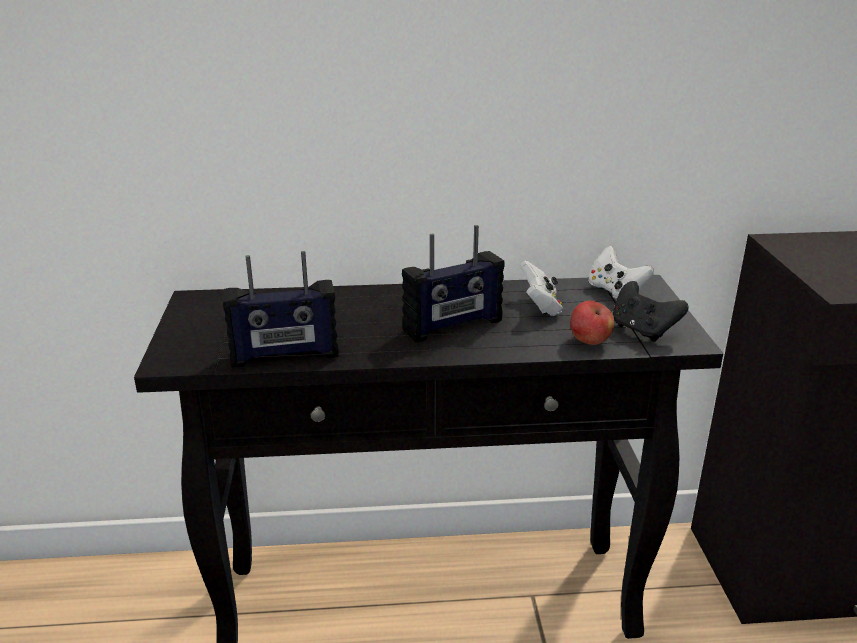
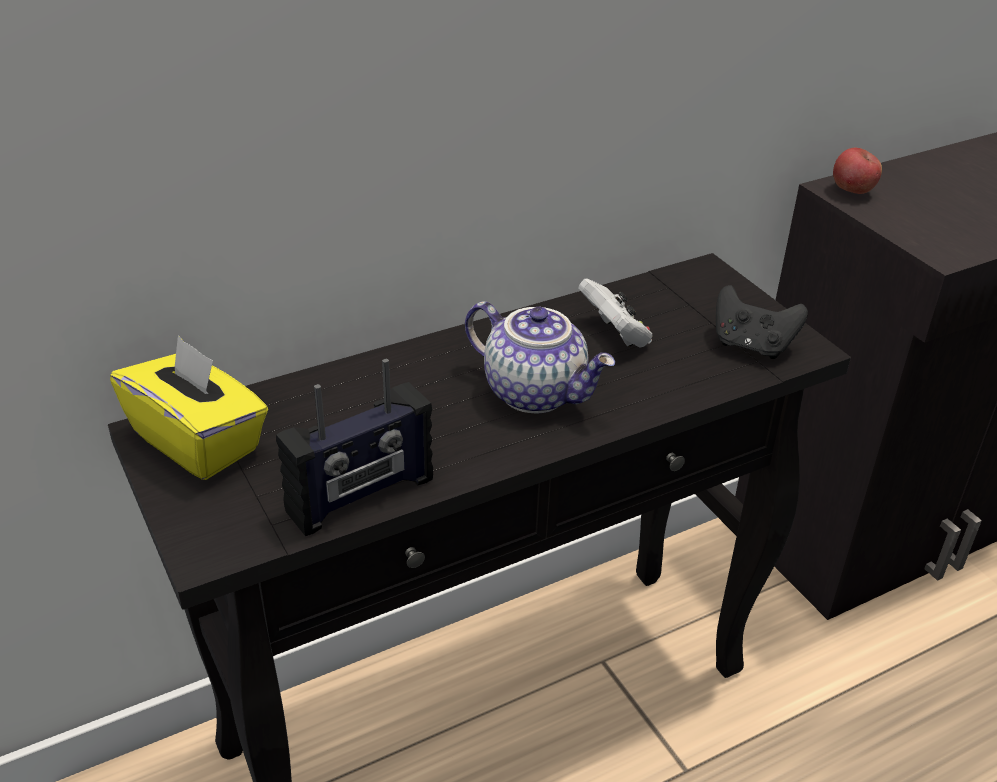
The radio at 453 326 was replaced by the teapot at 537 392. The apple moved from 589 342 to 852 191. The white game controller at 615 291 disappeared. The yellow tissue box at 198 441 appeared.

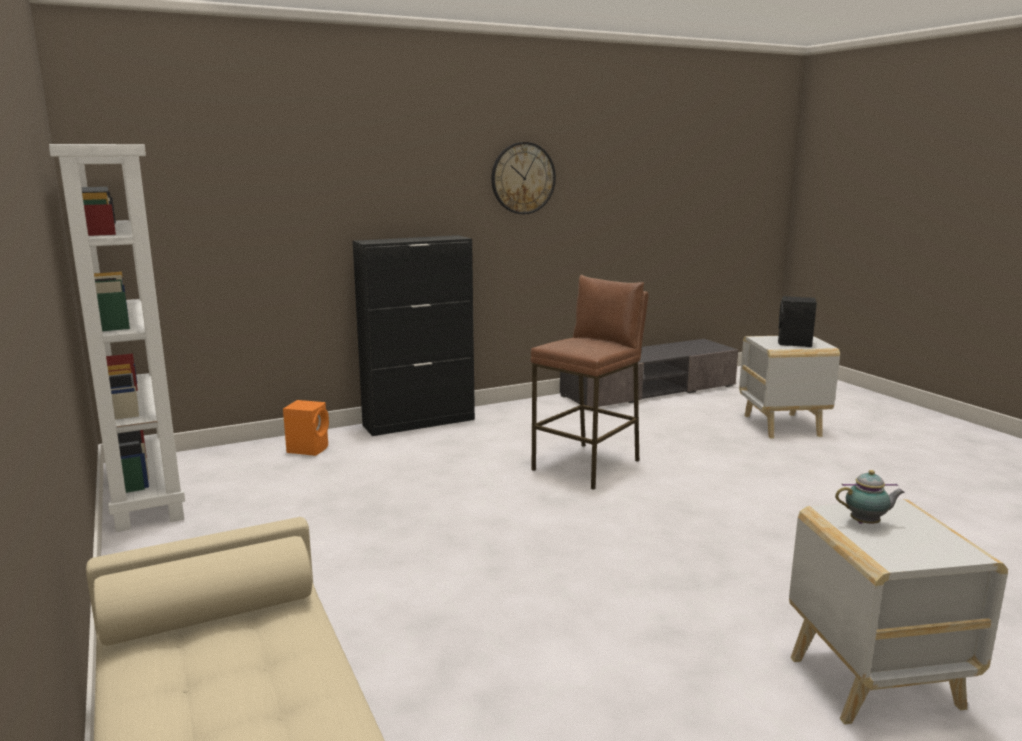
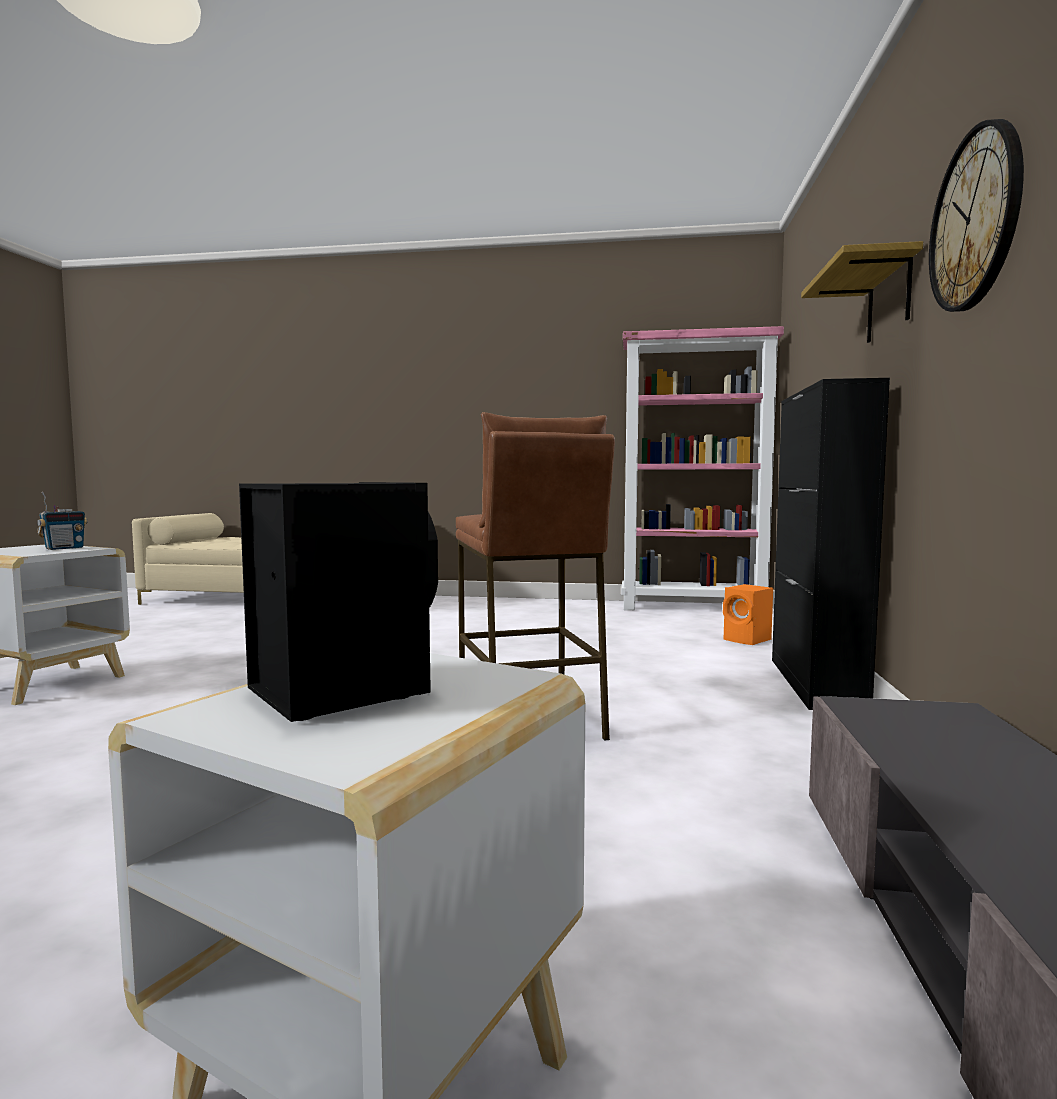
The white bookcase at 145 490 became the pink bookcase at 693 607. The teapot at 867 523 was replaced by the radio at 64 548. The shelf at 889 300 appeared.

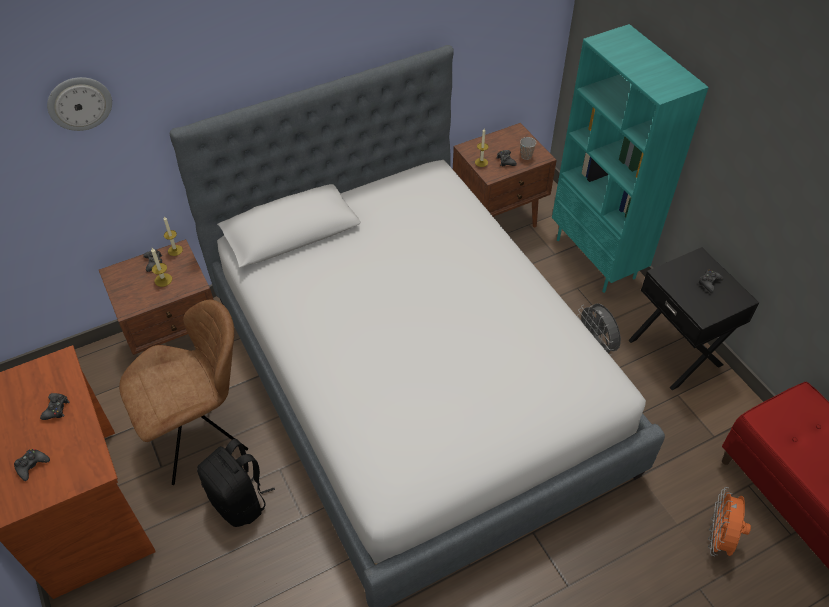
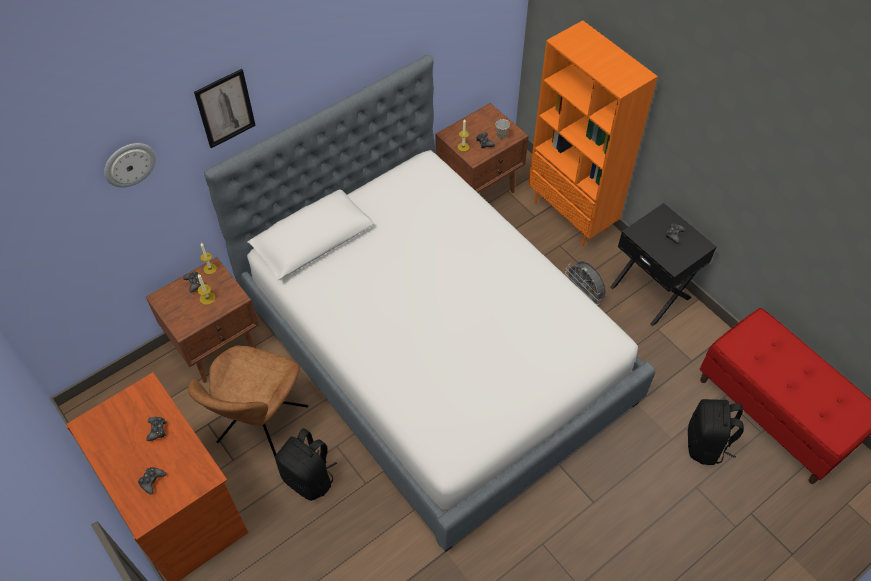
The brown chair at 201 435 turned 150 degrees clockwise. The turquoise bookcase at 596 258 became the orange bookcase at 571 215. The orange fan at 719 538 was replaced by the black backpack at 706 444. The picture at 225 108 appeared.

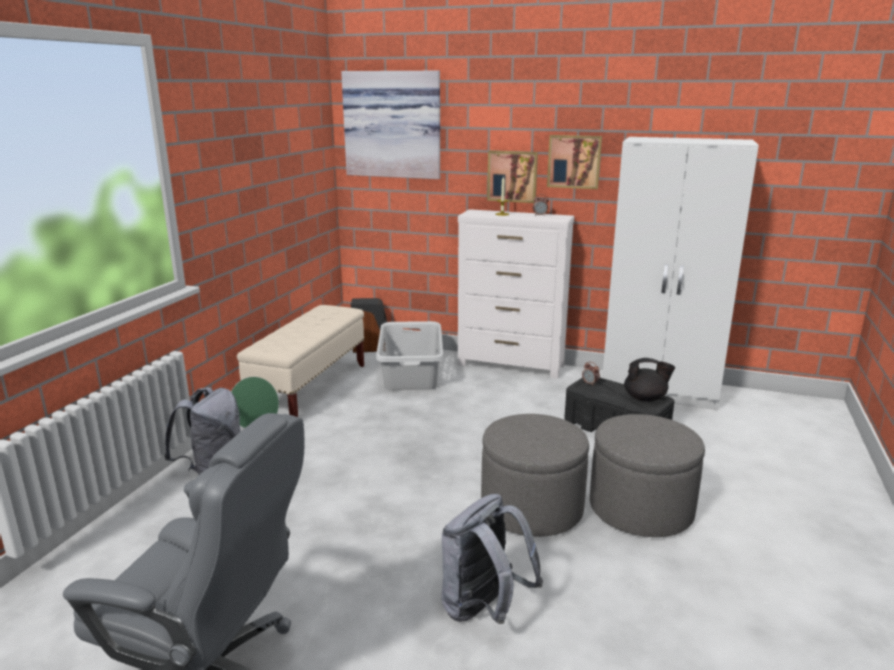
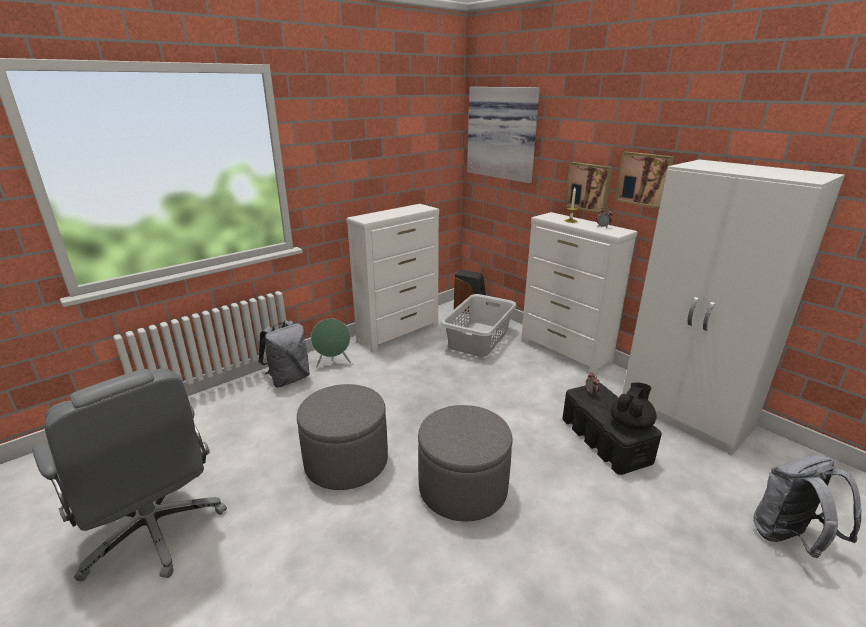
The beige bench at 310 389 was replaced by the white dresser at 399 333. The grey backpack moved from 483 609 to 789 538. The grey ottoman moved from 640 509 to 346 461. The black teapot at 645 398 turned 90 degrees counterclockwise.

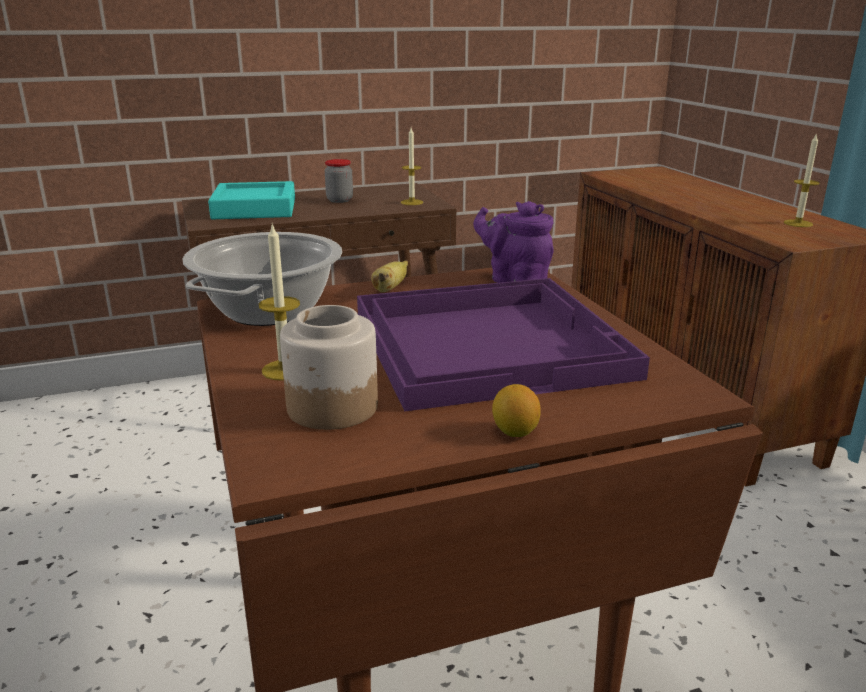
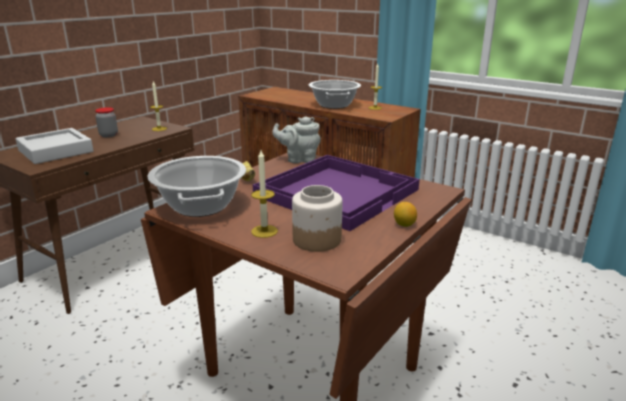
The turquoise tray at 254 209 became the grey tray at 56 151. The purple teapot at 514 279 became the grey teapot at 299 159. The cooking pot at 334 105 appeared.

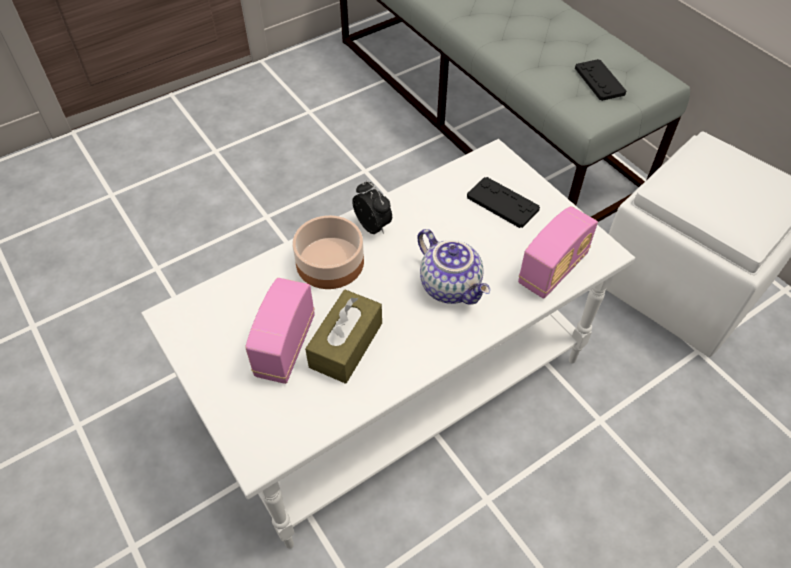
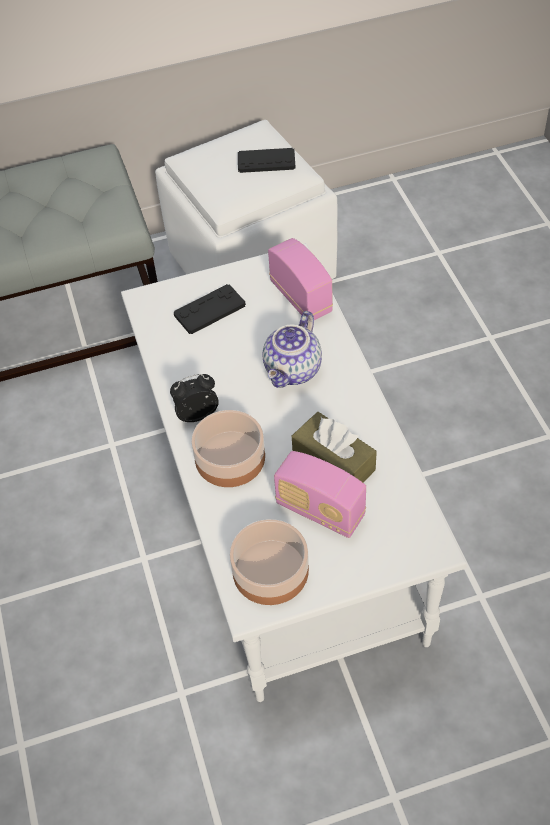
The teapot at 451 286 turned 135 degrees clockwise. The black game controller moved from 599 81 to 266 161. The bowl at 270 572 appeared.

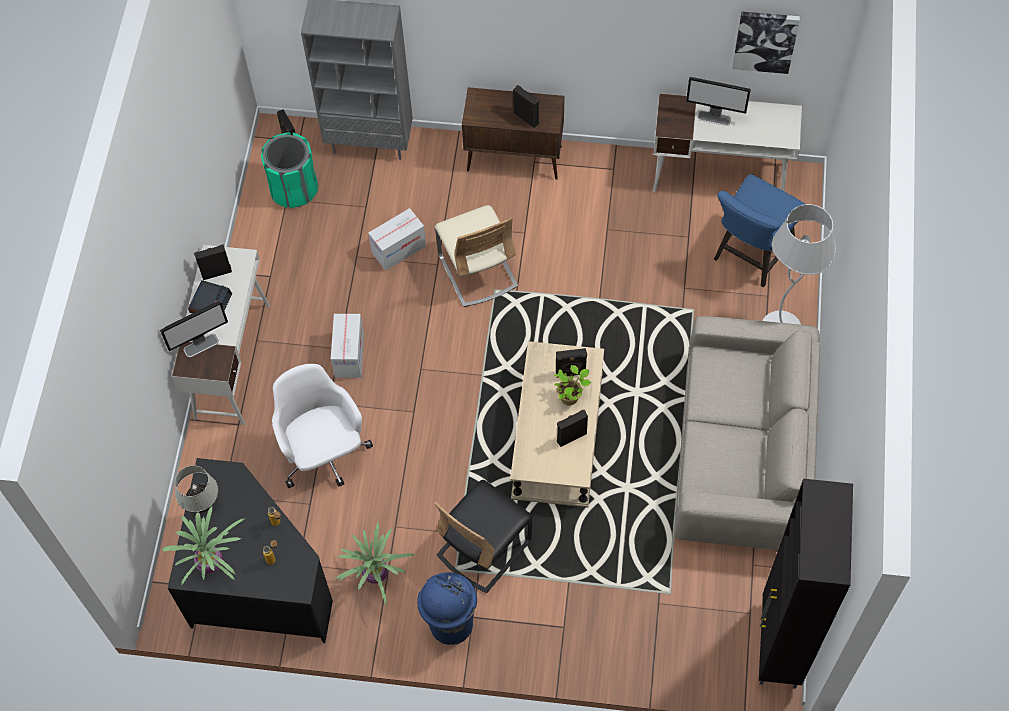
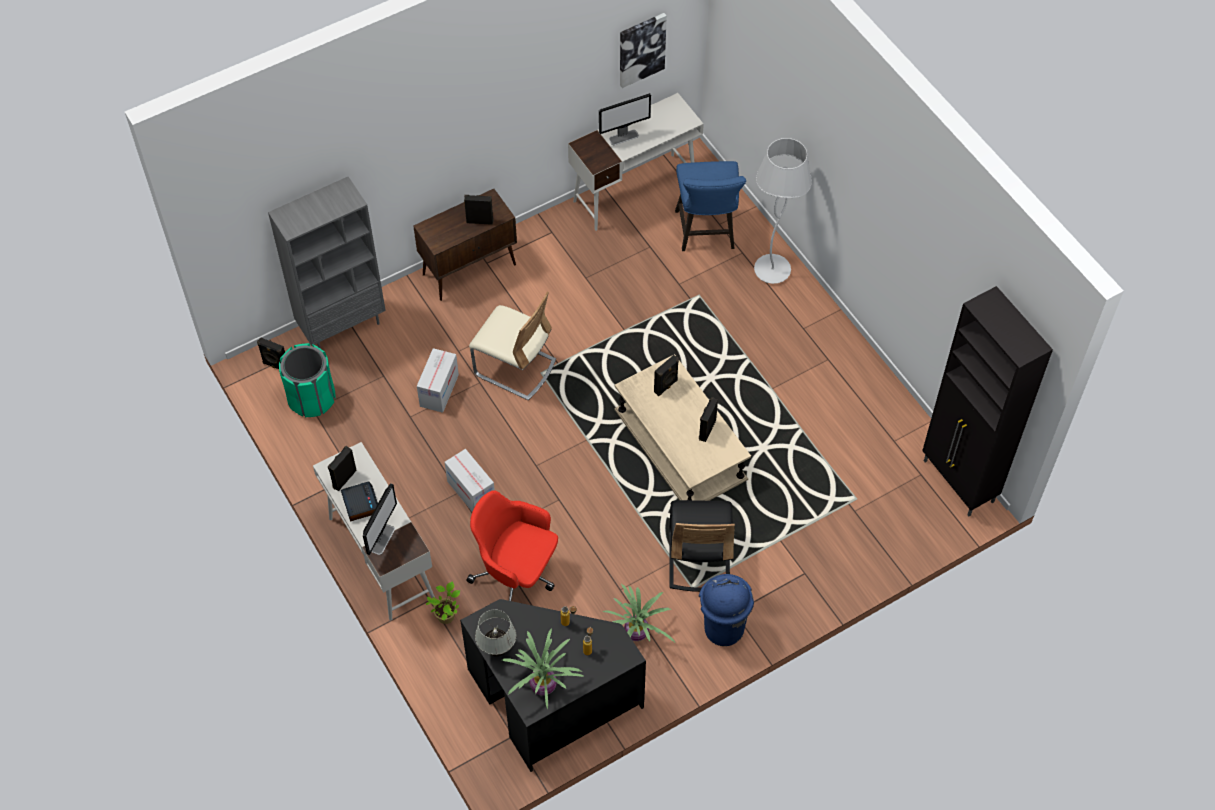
The white office chair at 324 452 became the red office chair at 517 574. The potted plant moved from 570 397 to 446 615. The beige sofa at 742 450 disappeared.

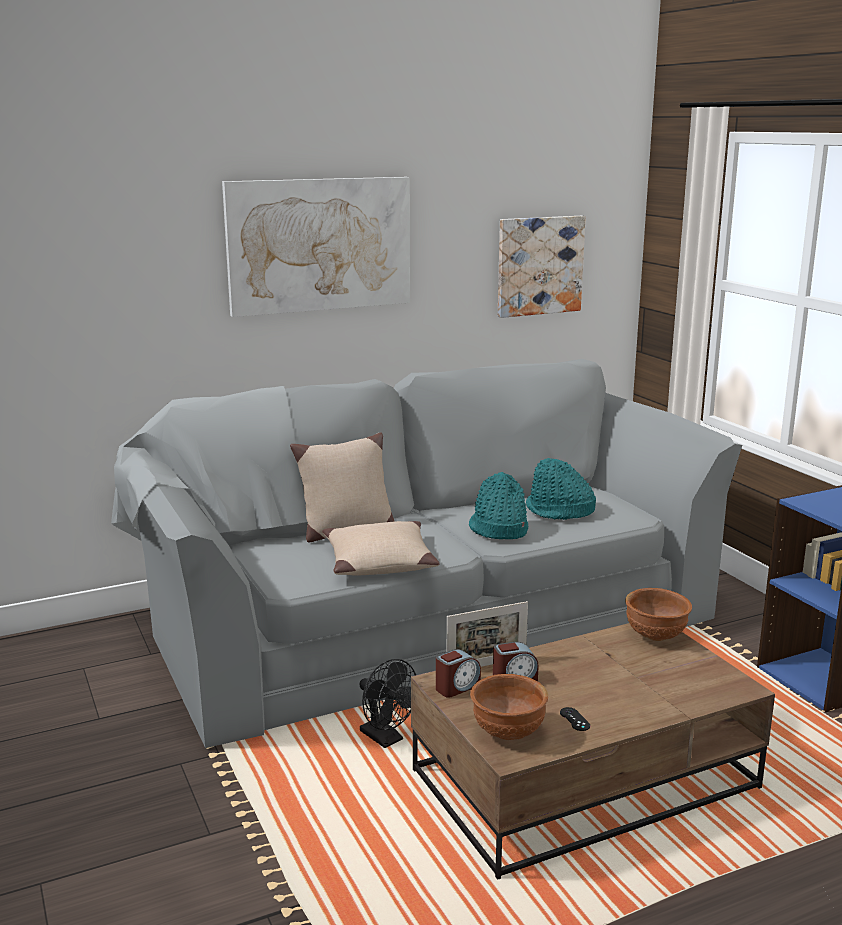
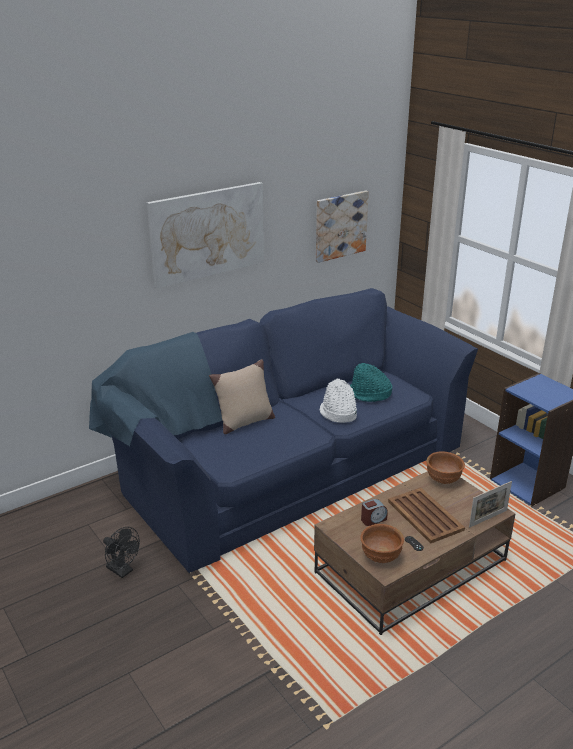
The grey sofa at 424 619 became the blue sofa at 288 464. The beige pillow at 378 562 disappeared. The black fan moved from 386 738 to 123 571. The alarm clock at 457 687 disappeared. The picture frame moved from 486 665 to 488 518. The turquoise hat at 498 529 became the white hat at 338 413. The brown tray at 425 516 appeared.

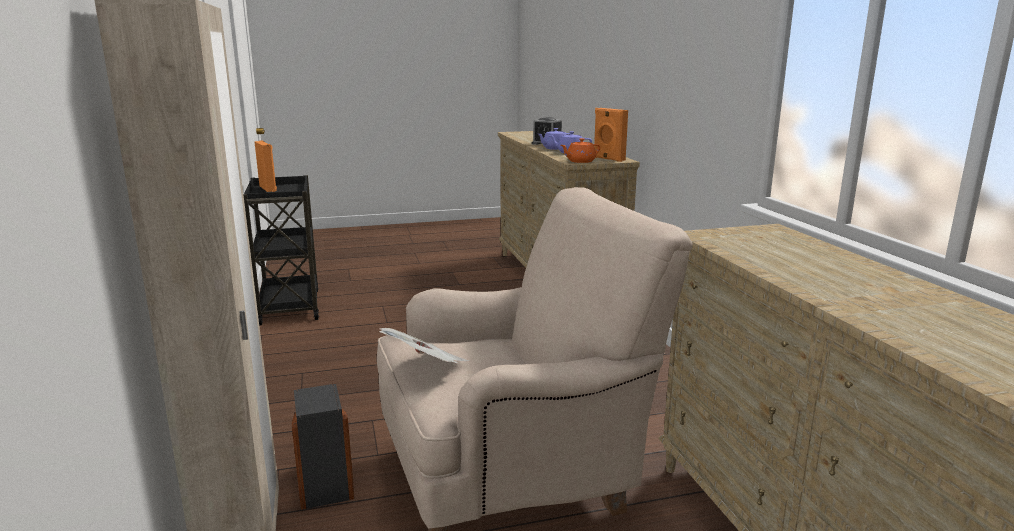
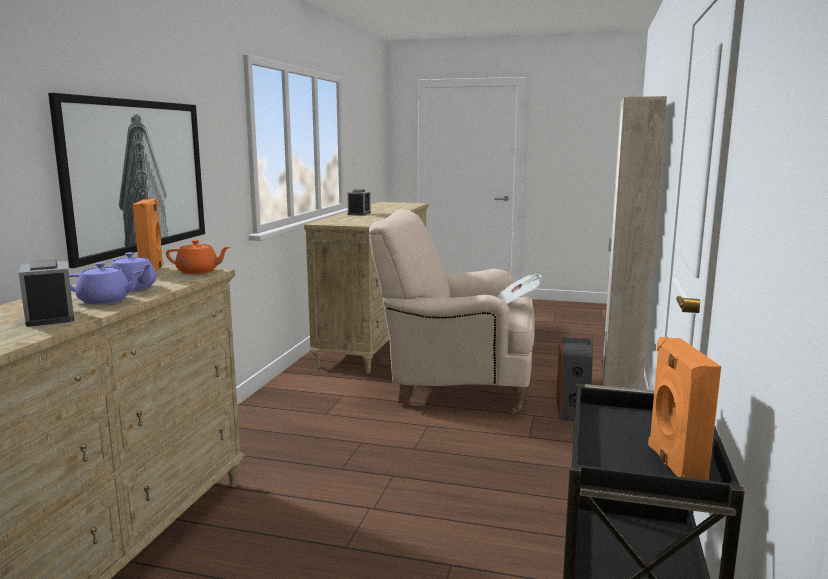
The picture at 136 175 appeared. The alarm clock at 359 214 appeared.

